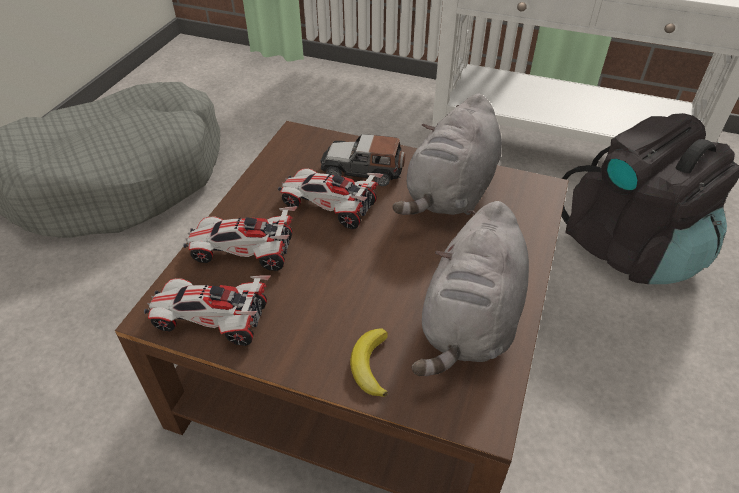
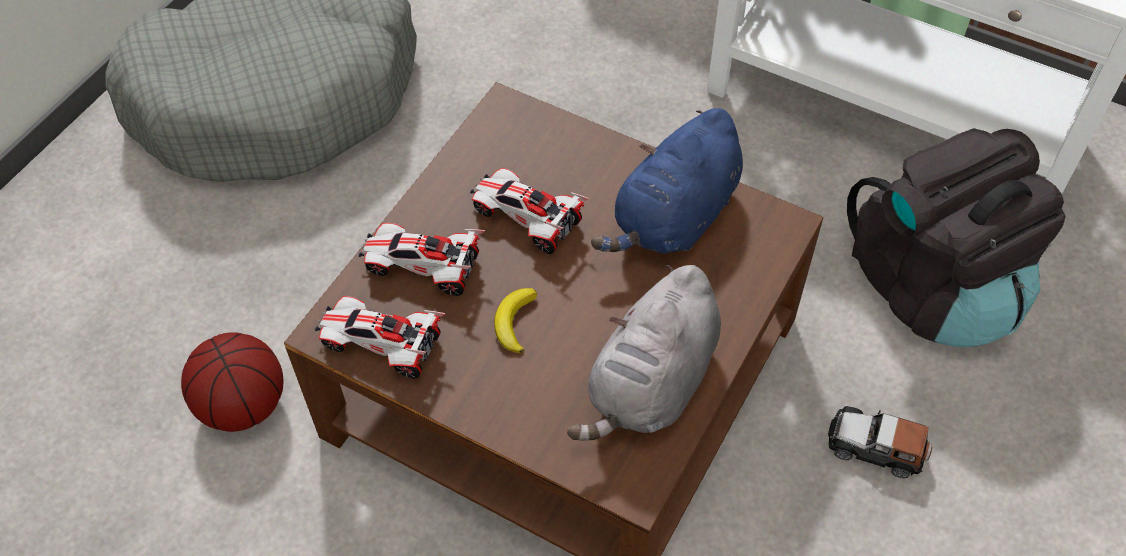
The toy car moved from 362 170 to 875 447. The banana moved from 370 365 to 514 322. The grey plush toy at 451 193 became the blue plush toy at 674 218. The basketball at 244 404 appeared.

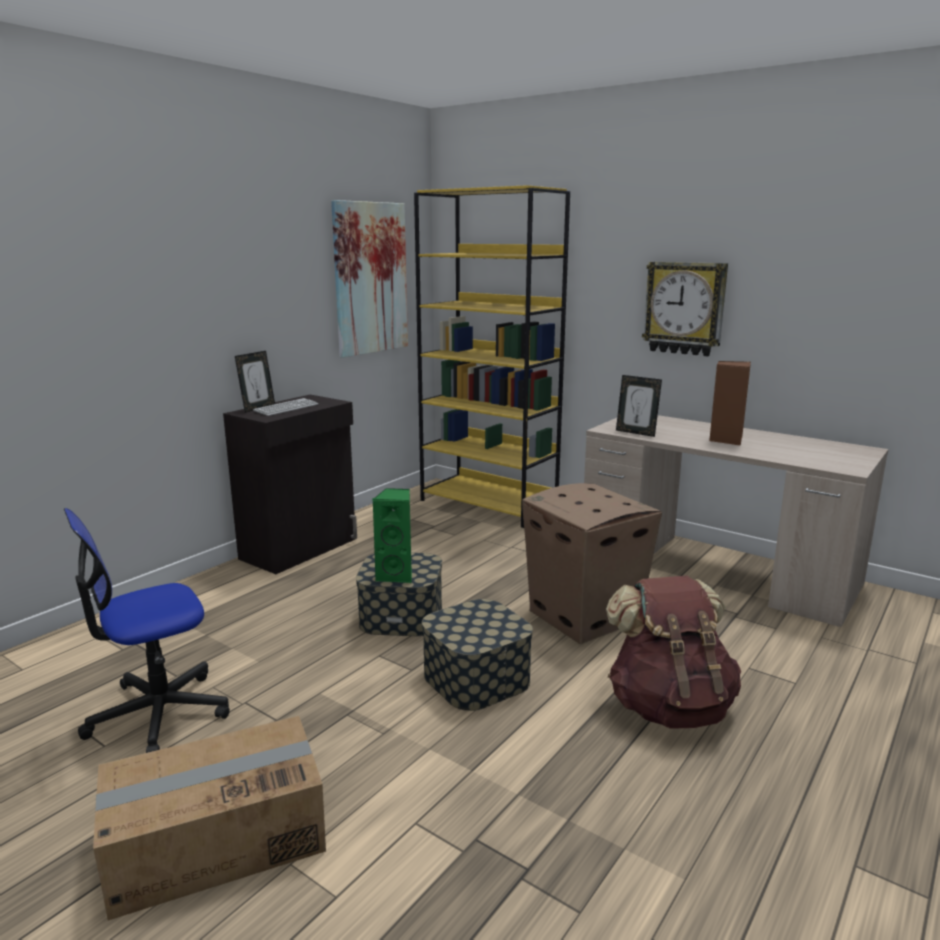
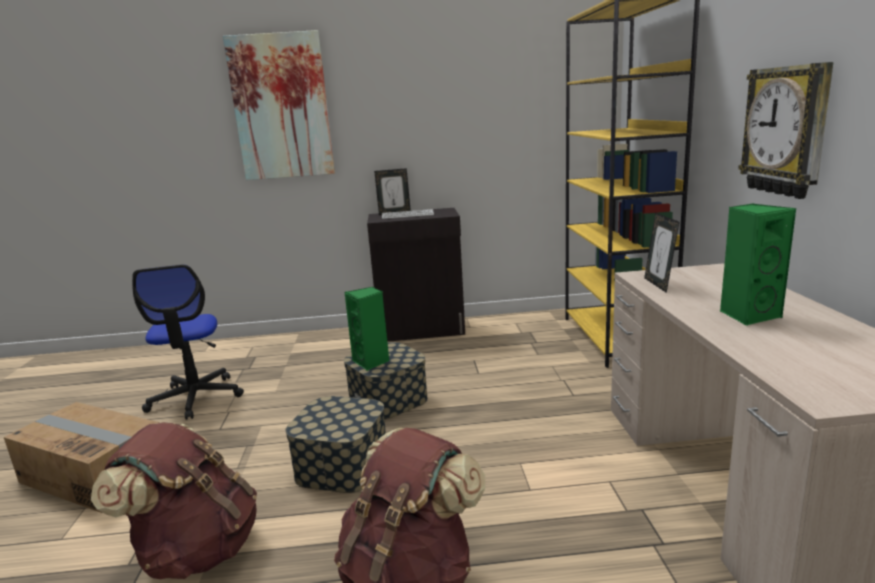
The office chair at 158 713 turned 120 degrees counterclockwise. The picture moved from 370 278 to 281 107. The cardboard box at 585 616 disappeared. The brown speaker at 726 440 became the green speaker at 748 315. The brown backpack at 196 550 appeared.

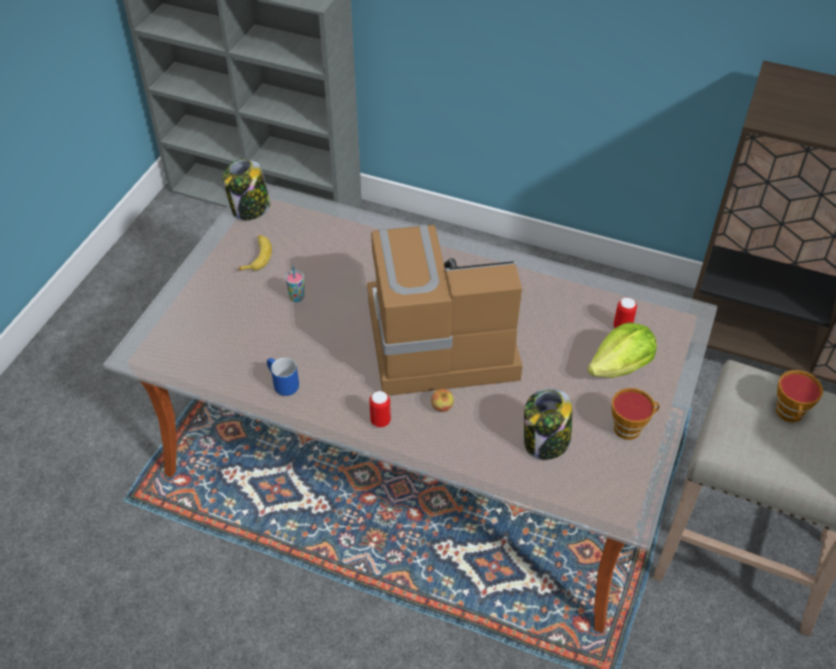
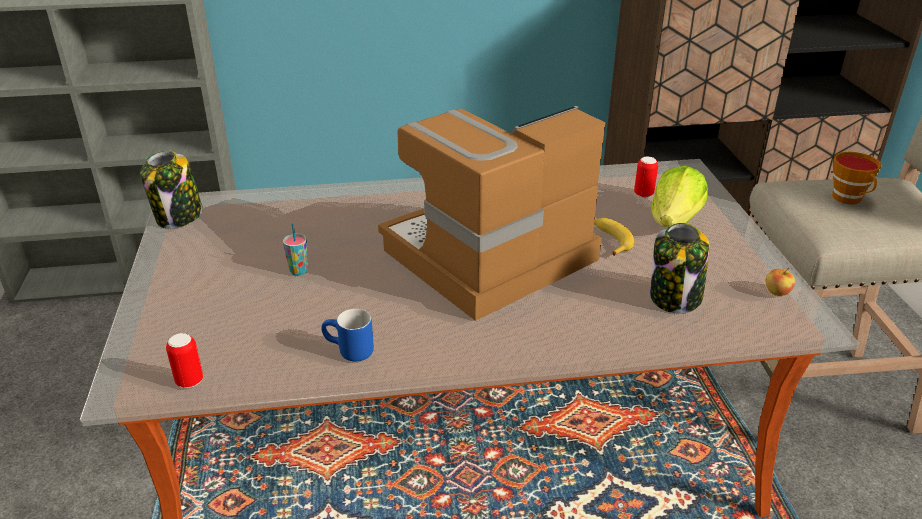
The banana moved from 257 256 to 610 240. The can moved from 380 421 to 189 381. The apple moved from 442 407 to 777 292. The cup at 630 427 disappeared.

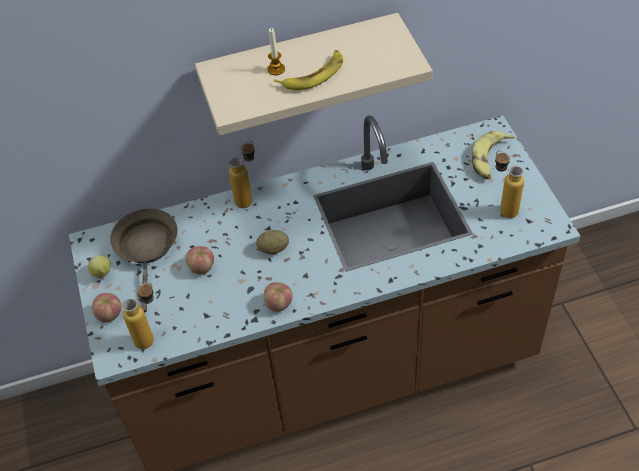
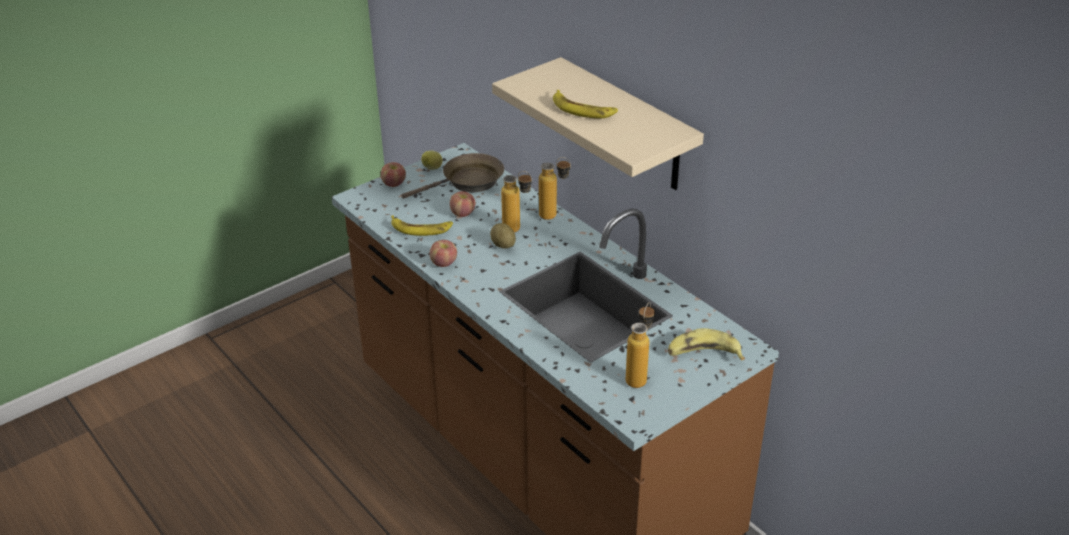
The bottle moved from 151 336 to 518 230. The candle at 276 69 disappeared. The banana at 421 229 appeared.

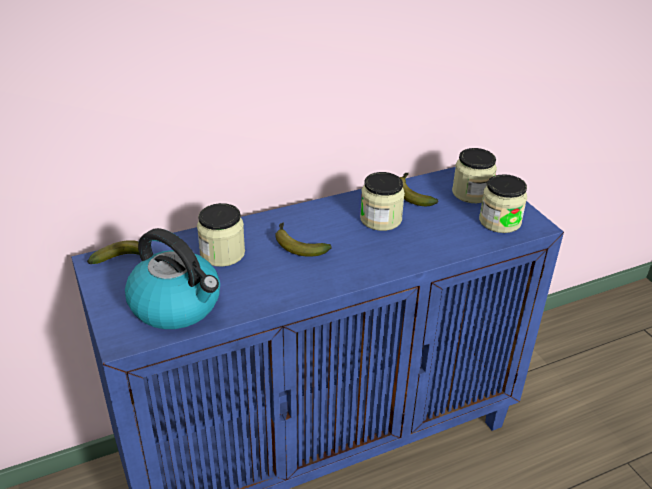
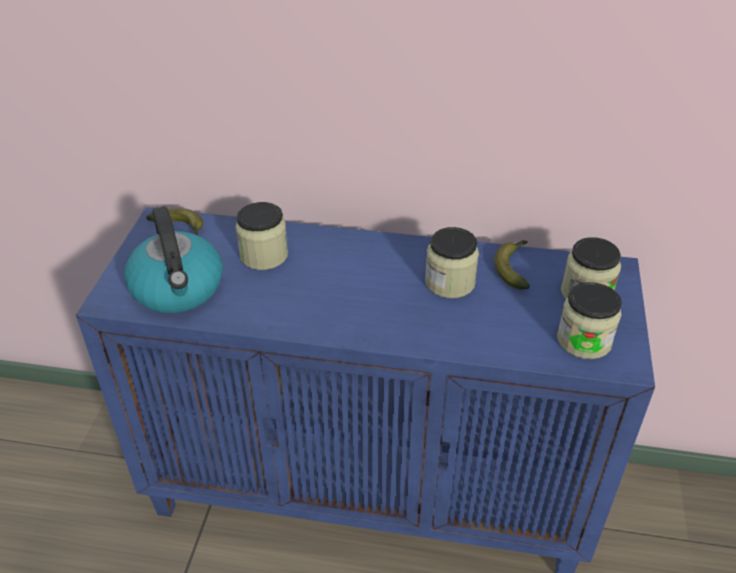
The banana at 297 245 disappeared.

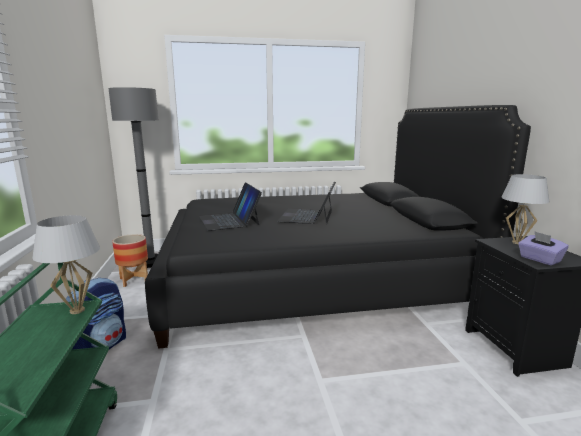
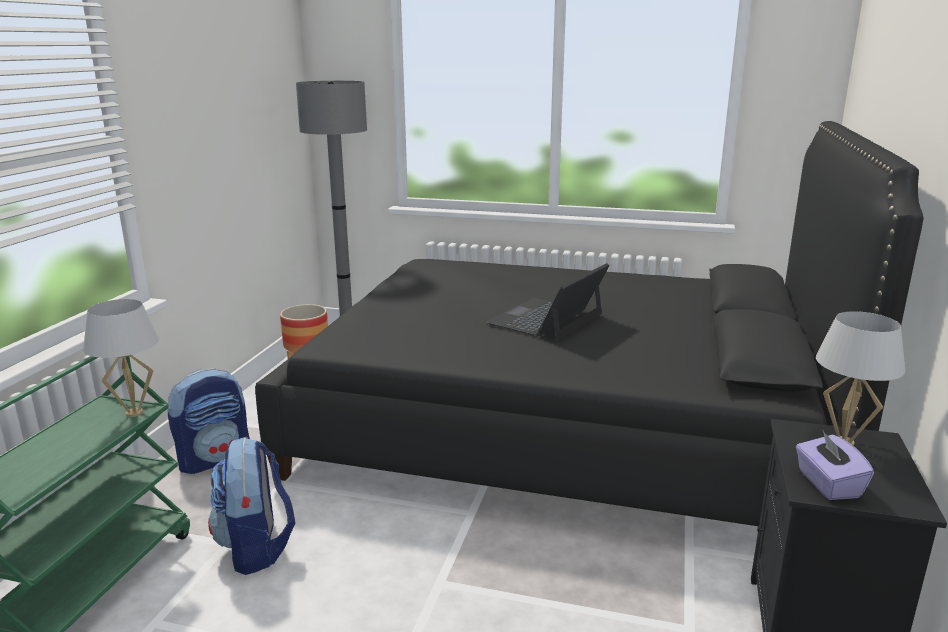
The laptop at 229 220 disappeared. The backpack at 256 548 appeared.

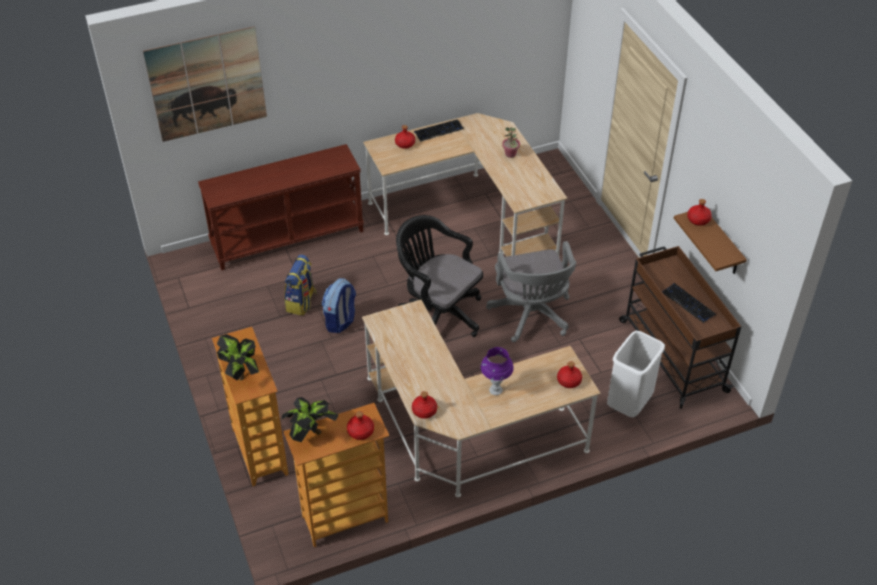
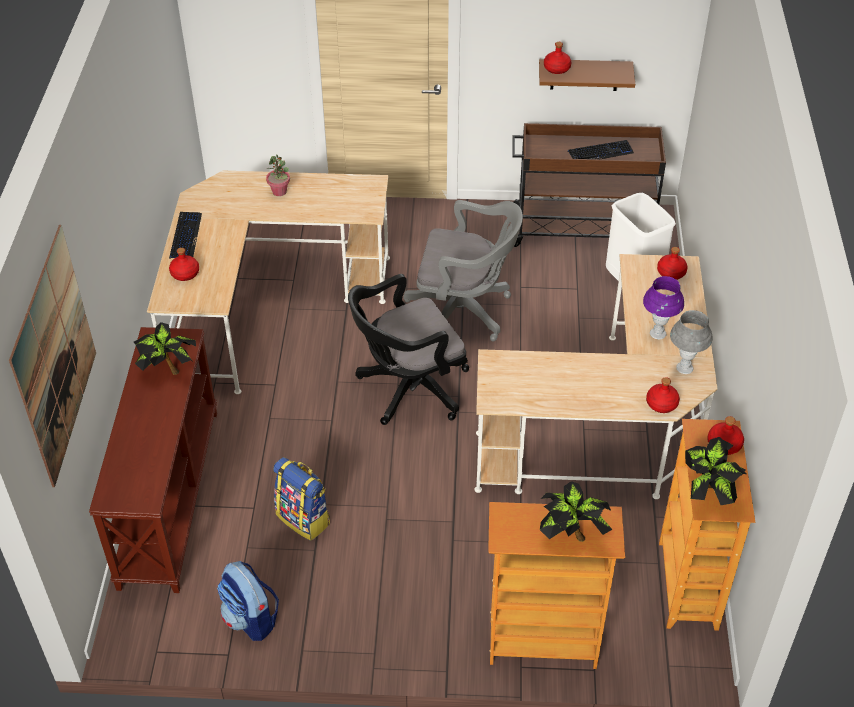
The backpack moved from 340 321 to 251 619. The potted plant at 168 369 appeared. The grey table lamp at 684 368 appeared.

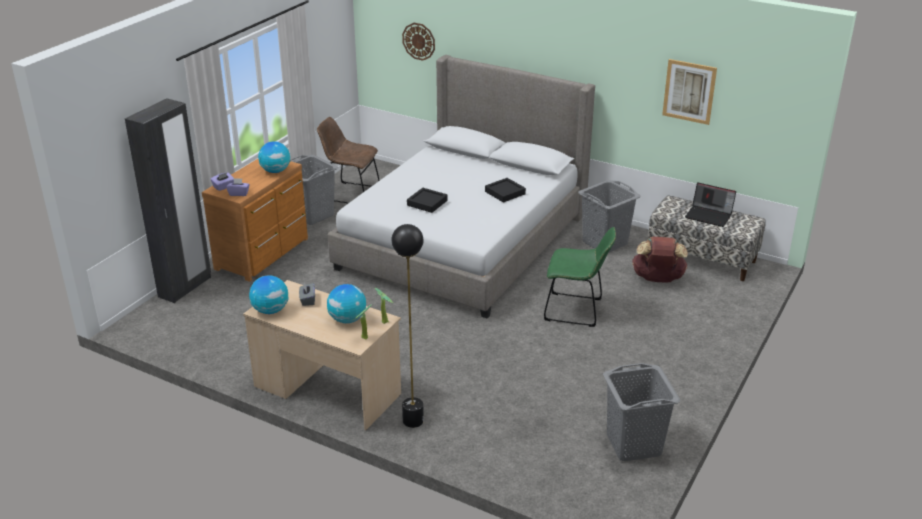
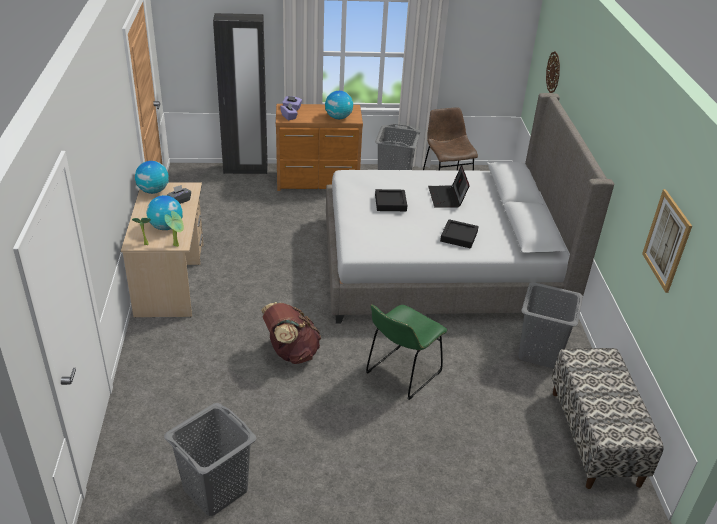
The black floor lamp at 413 421 disappeared. The green chair at 576 310 turned 60 degrees clockwise. The brown backpack moved from 657 279 to 291 353. The laptop moved from 709 216 to 447 197.

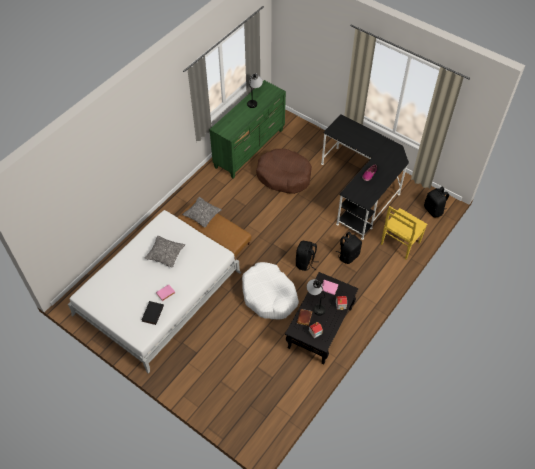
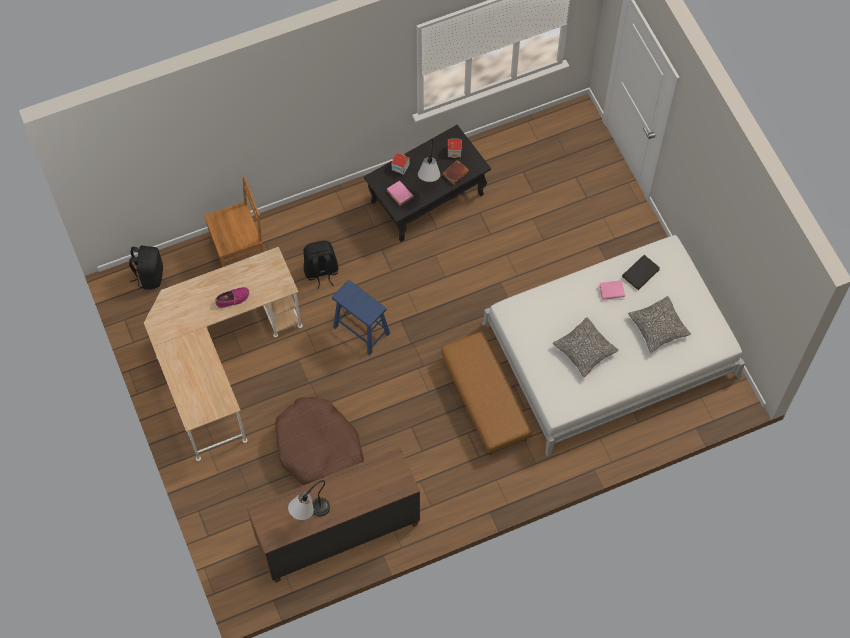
The pillow moved from 202 215 to 658 327. The green dresser at 250 148 became the brown dresser at 337 533. The white dog bed at 269 295 disappeared. The black backpack at 305 263 disappeared. The black desk at 362 189 became the beige desk at 220 362. The yellow chair at 399 244 became the brown chair at 240 252. The blue stool at 361 330 appeared.

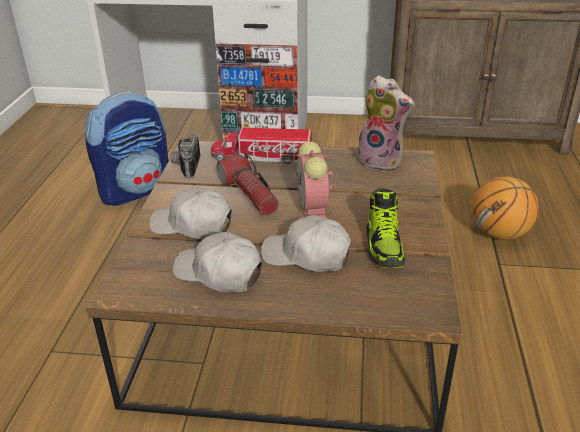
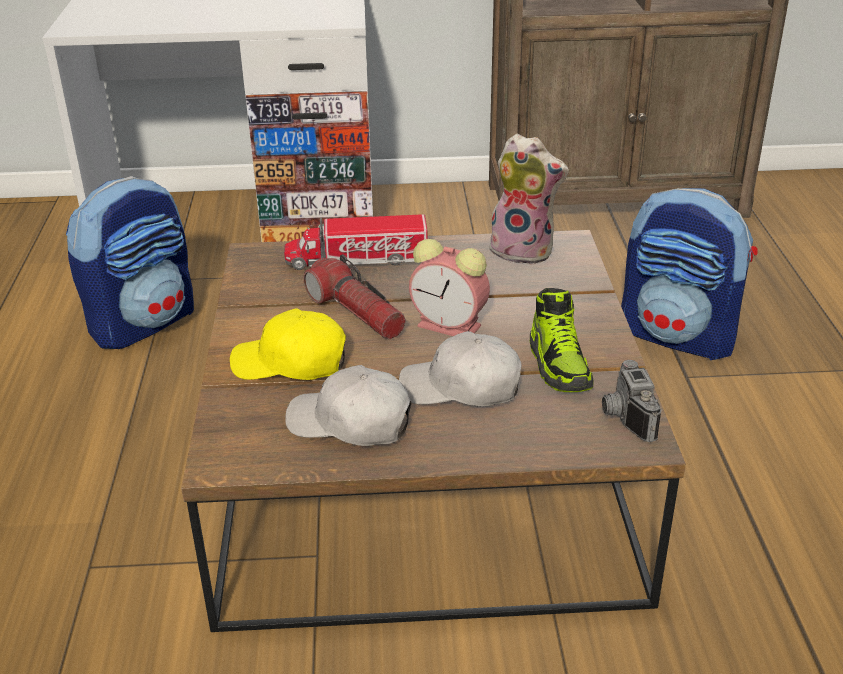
The white cap at 192 225 became the yellow cap at 291 363. The photo camera moved from 185 166 to 624 417. The alarm clock at 313 210 turned 45 degrees counterclockwise. The basketball at 499 234 was replaced by the backpack at 679 336.

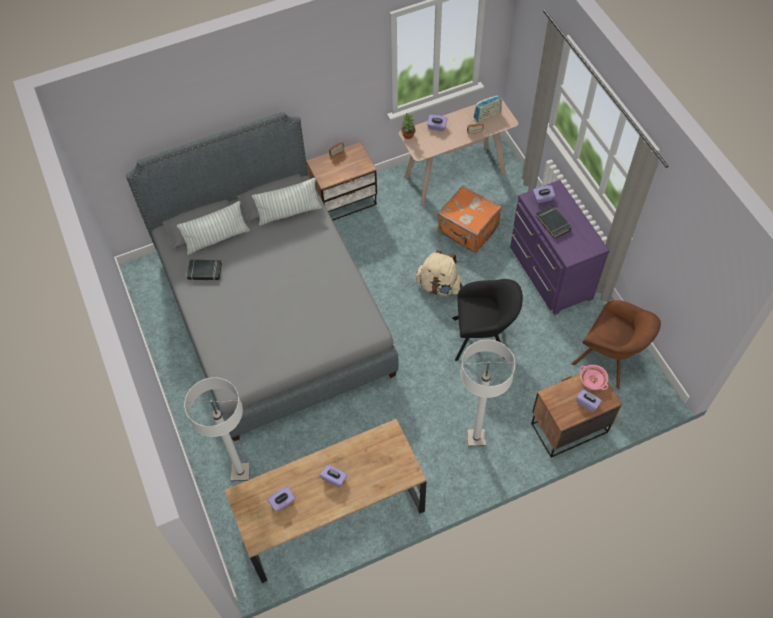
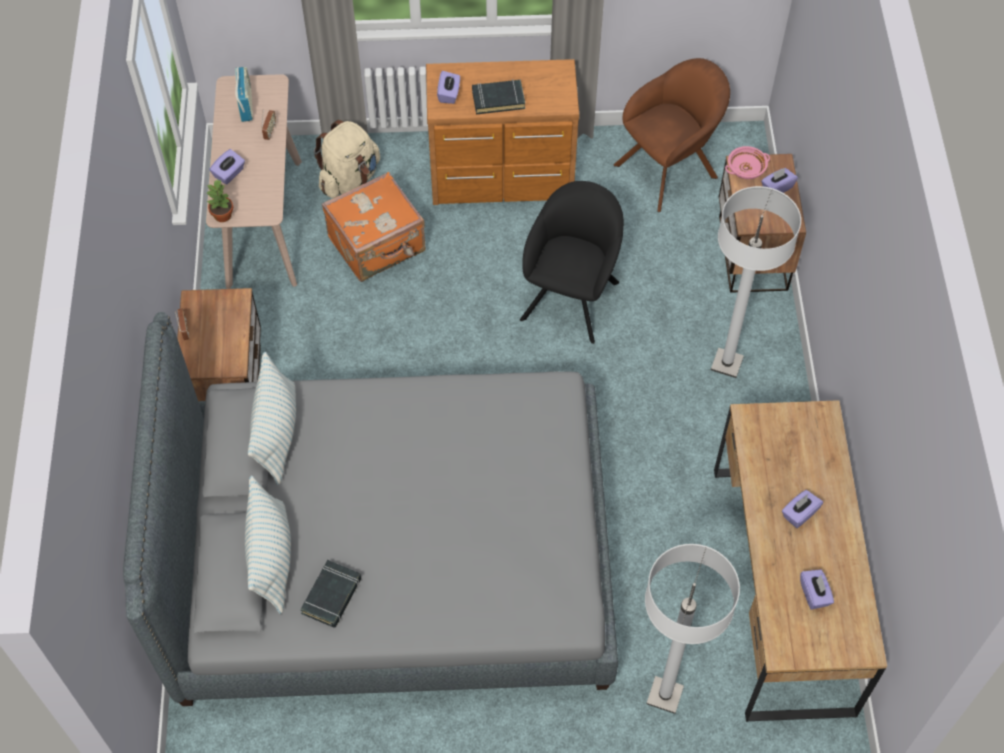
The beige backpack moved from 439 286 to 349 179. The purple dresser at 549 273 became the brown dresser at 503 179.

